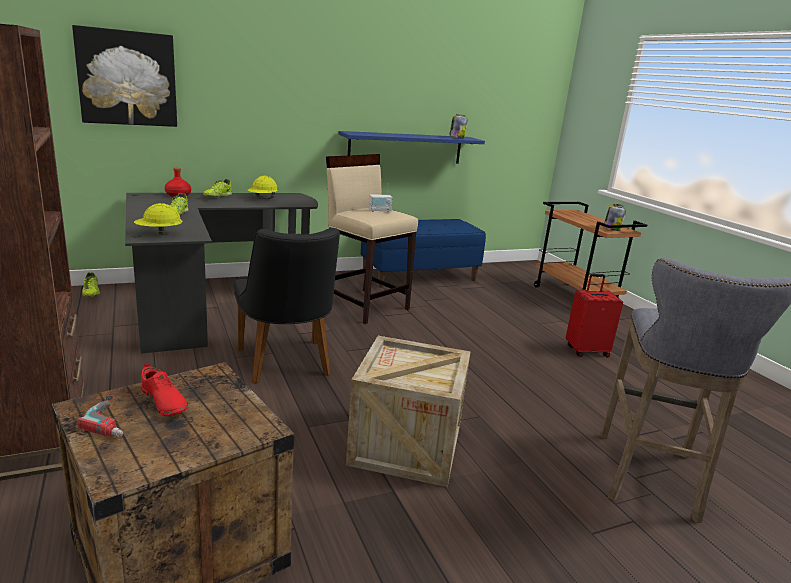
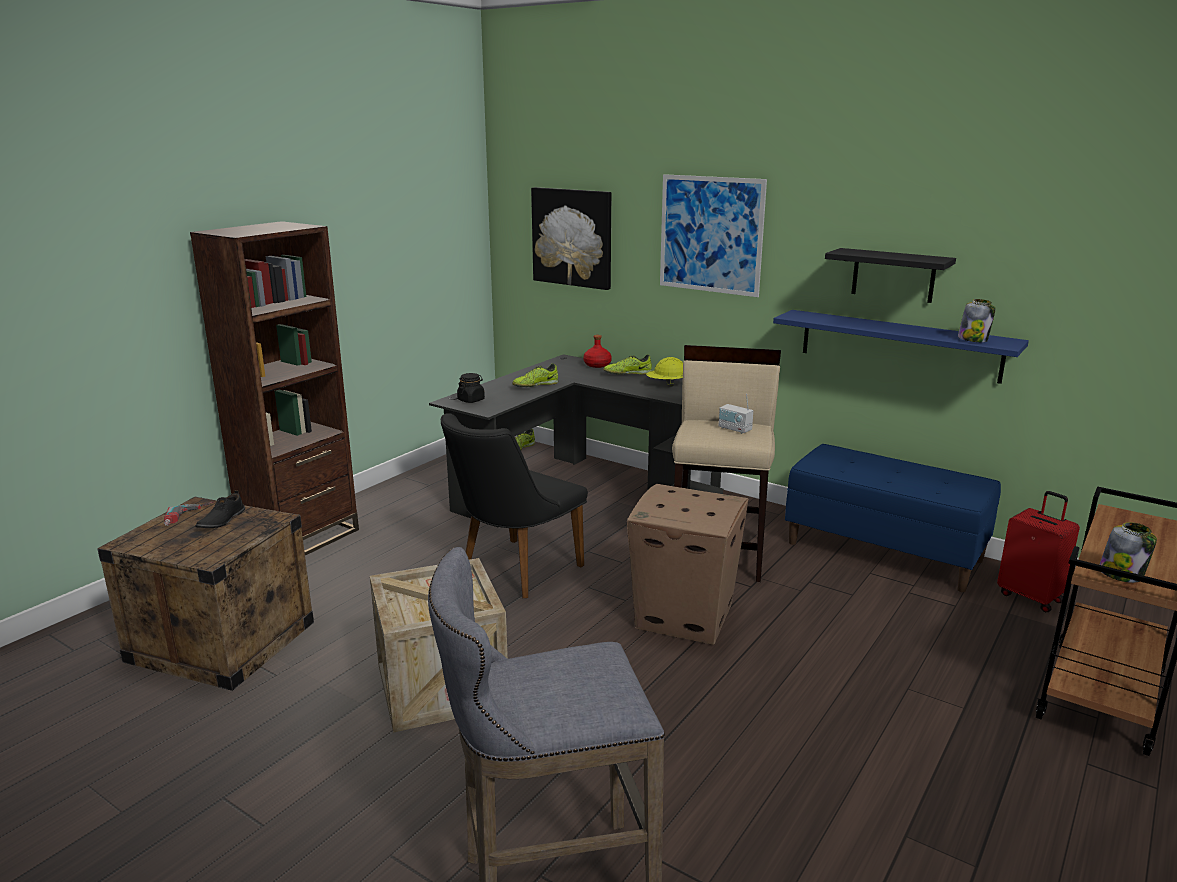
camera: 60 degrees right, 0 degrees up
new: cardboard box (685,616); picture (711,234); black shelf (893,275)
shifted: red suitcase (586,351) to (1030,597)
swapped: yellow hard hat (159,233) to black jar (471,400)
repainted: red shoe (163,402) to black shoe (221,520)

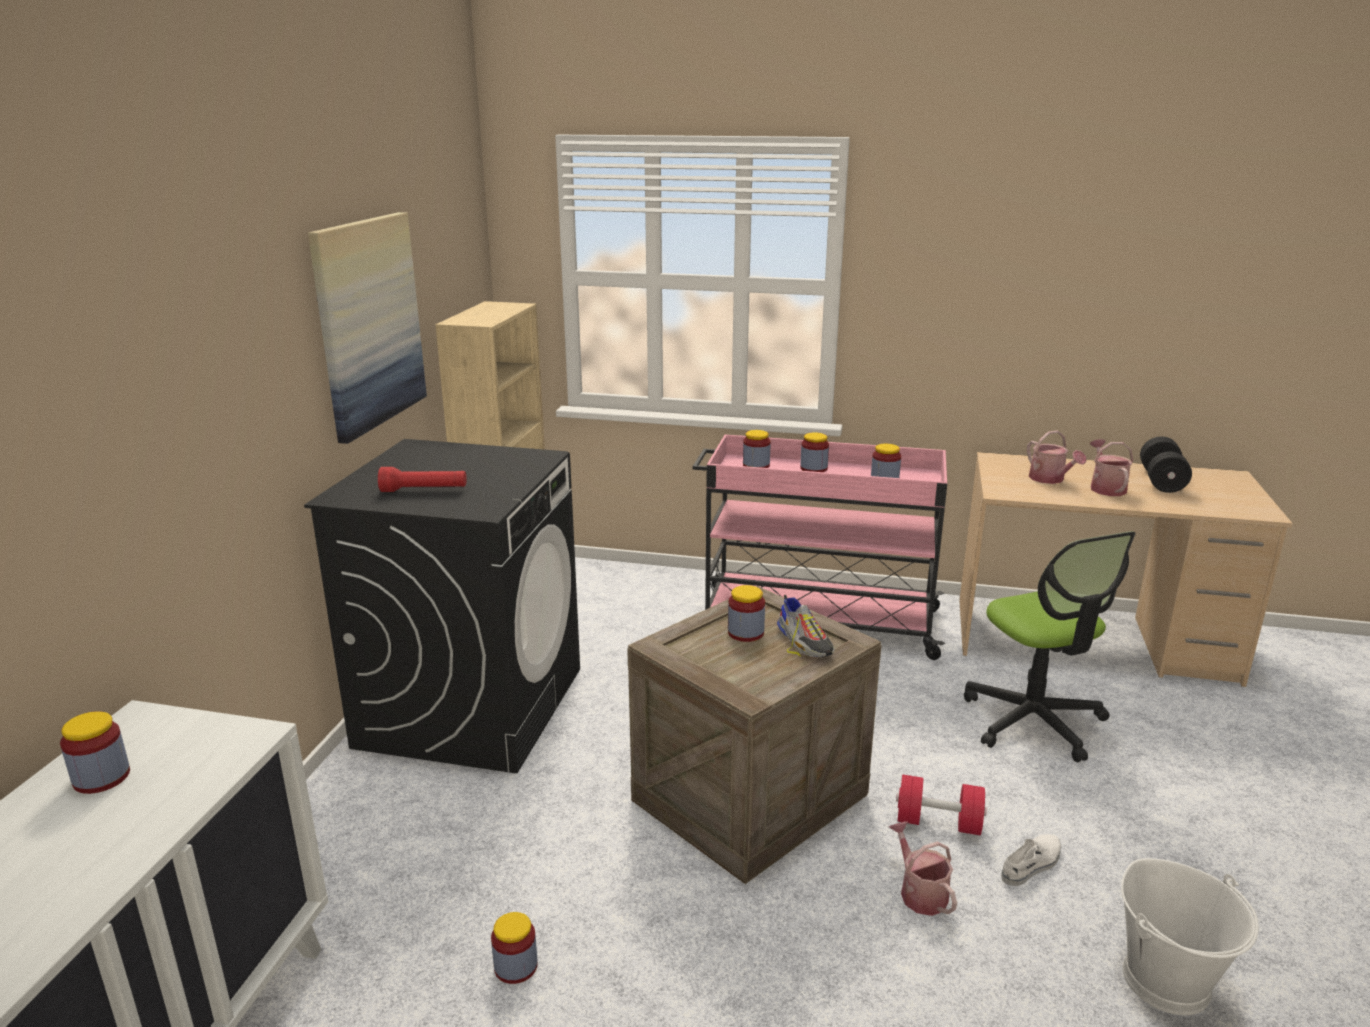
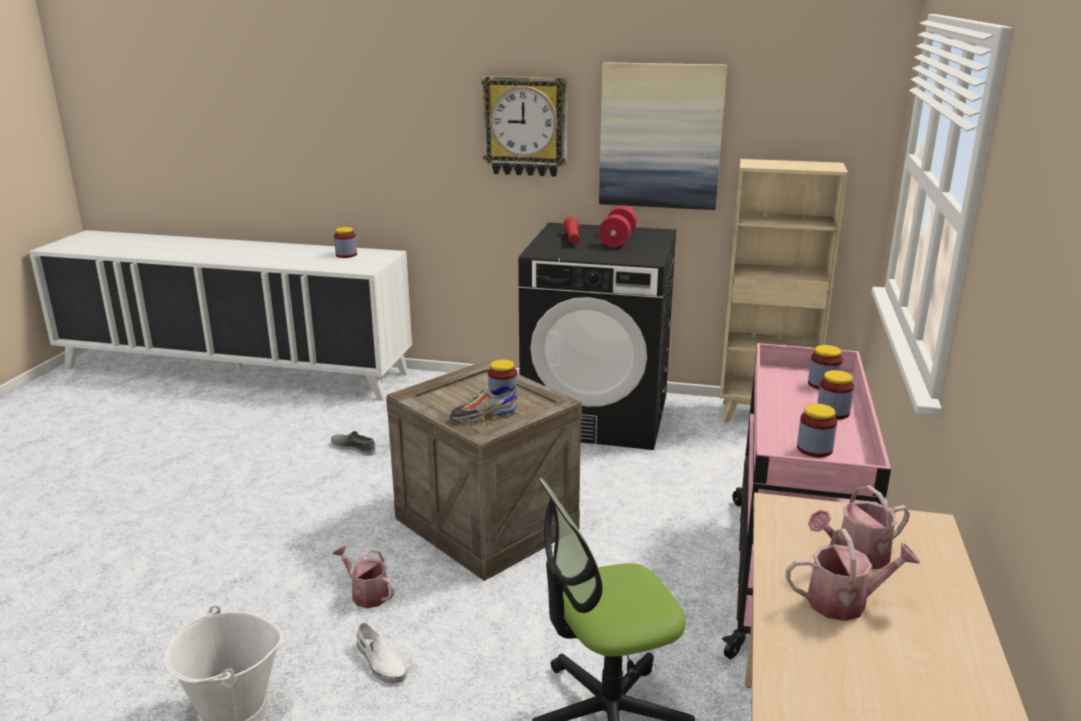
camera: 90 degrees right, 0 degrees up
gone: black dumbbell (1161,481)
new: wall clock (526,126)
shifted: red dumbbell (938,823) to (617,241)
swapped: jar (516,966) to grey shoe (353,448)
rotated: watering can (920,892) = (366,594) 120 degrees counterclockwise

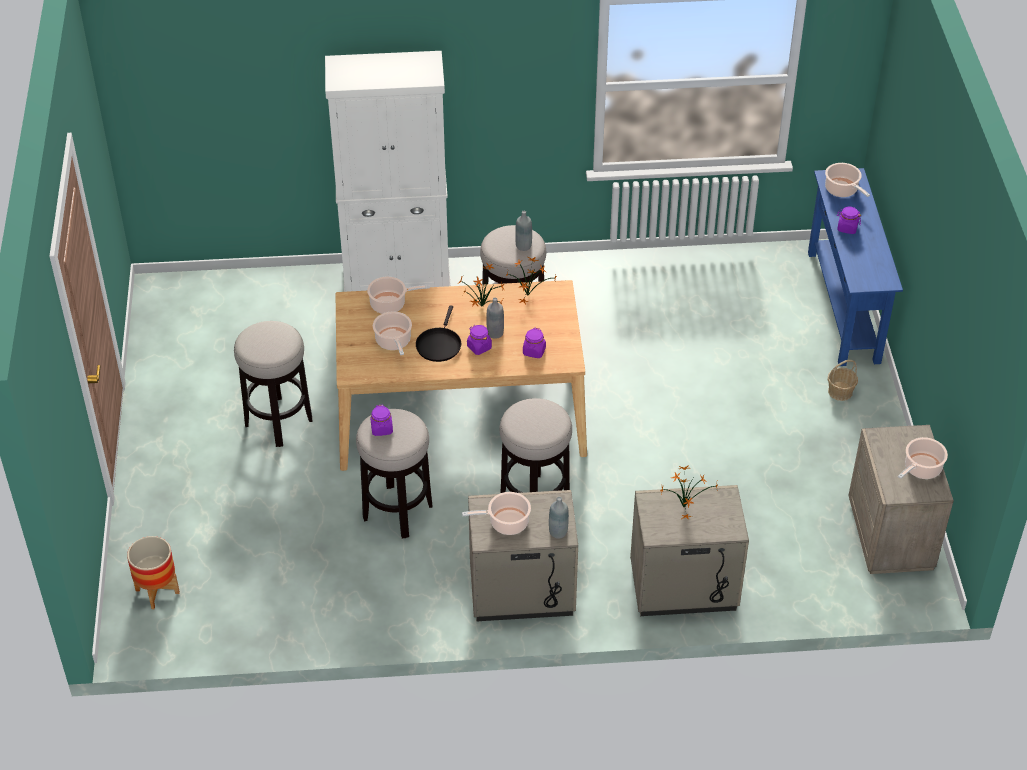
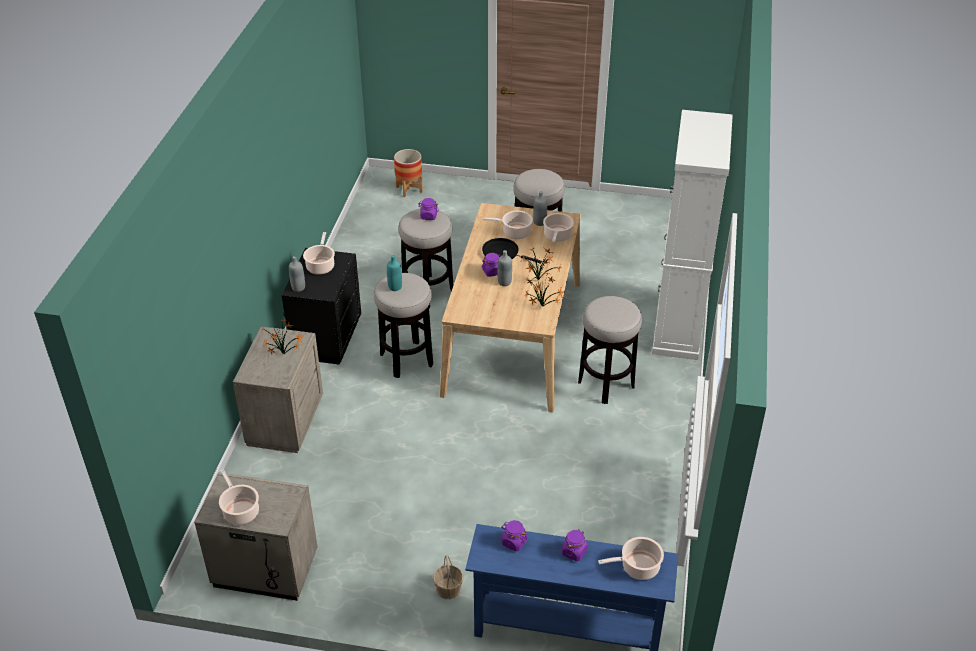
camera: 105 degrees right, 5 degrees down
new: turquoise bottle (395,287)
shifted: grey bottle (523,246) to (539,222); purple jar (534,351) to (514,542)
repainted: beige nightstand (522,592) to black nightstand (325,337)

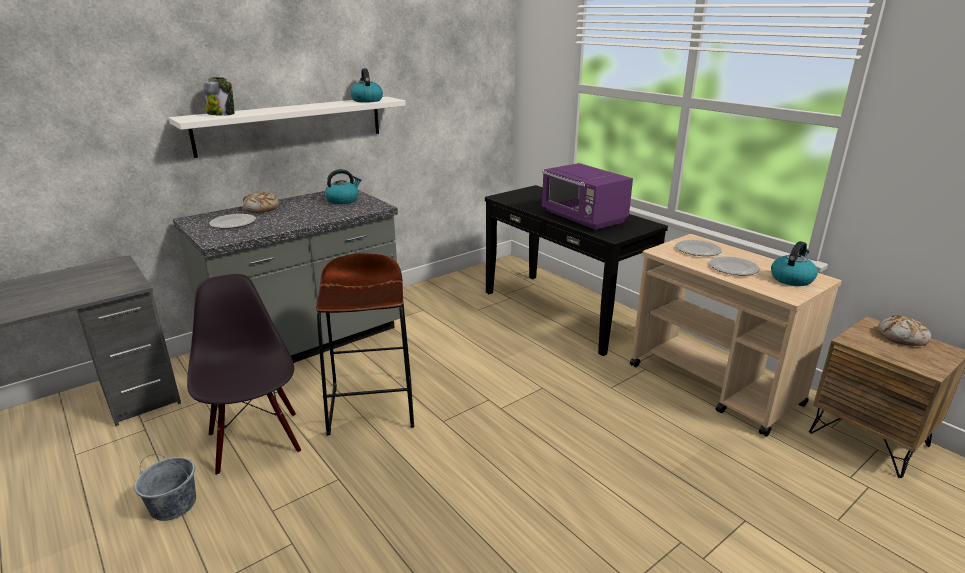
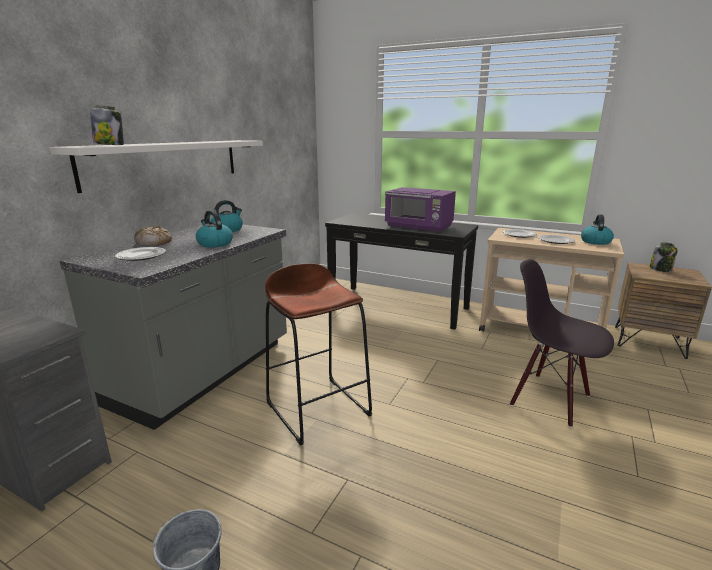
camera: 25 degrees left, 5 degrees down
shifted: black chair (256,442) to (550,399); kettle (366,100) to (214,243)
swapped: bread (902,337) to jar (660,269)

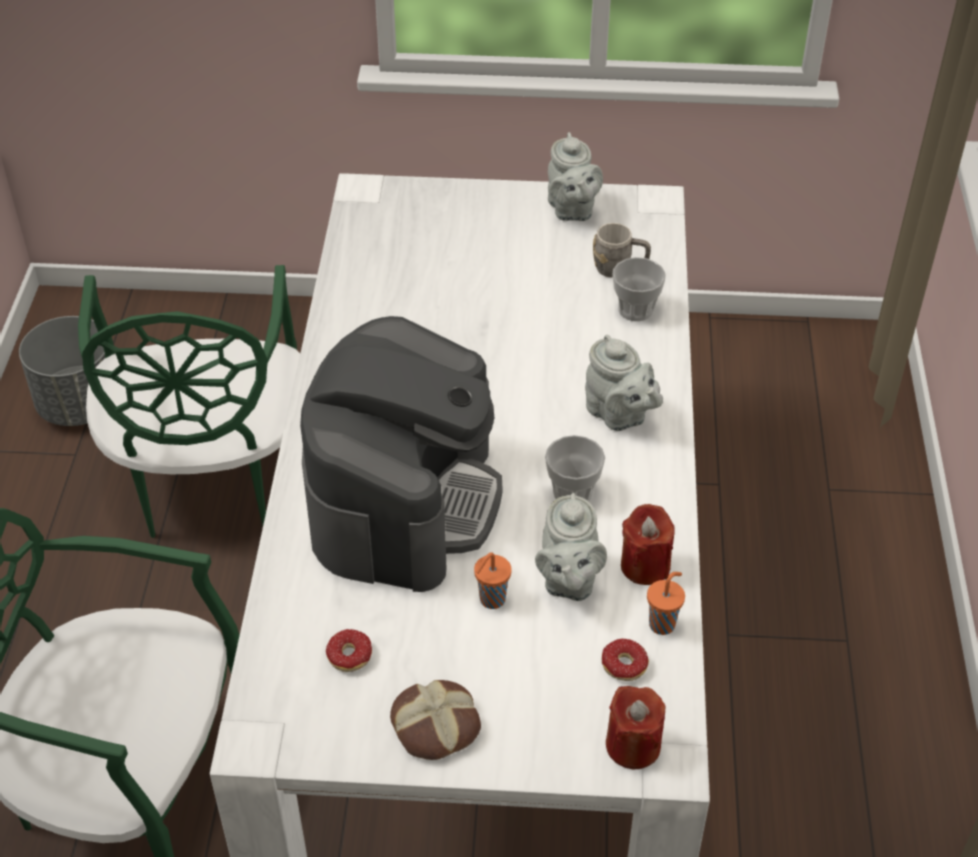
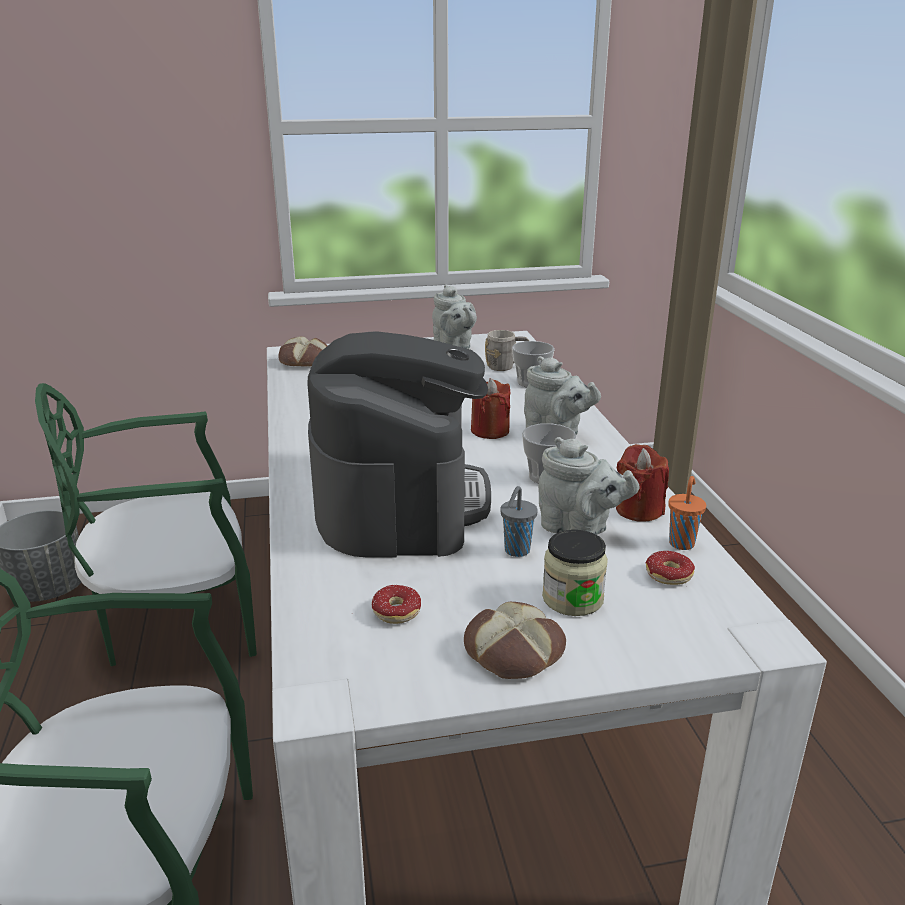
camera: 15 degrees left, 20 degrees down
new: bread (304,361); jar (572,598)
shifted: red candle (633,745) to (490,431)
repainted: orange cup (491,600) to grey cup (516,551)
rotated: green chair (211,479) = (176,621) 90 degrees clockwise; grey teapot (568,581) = (579,529) 45 degrees counterclockwise

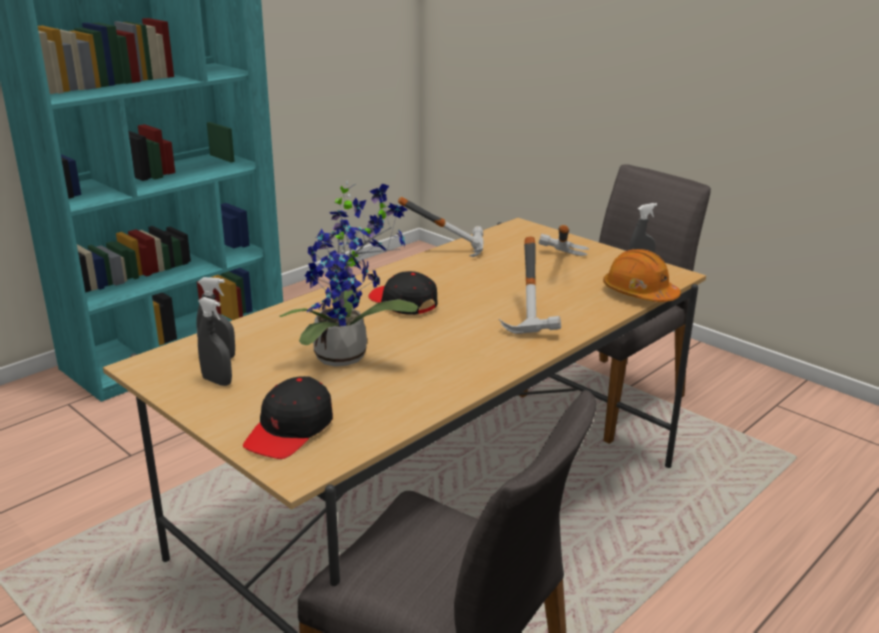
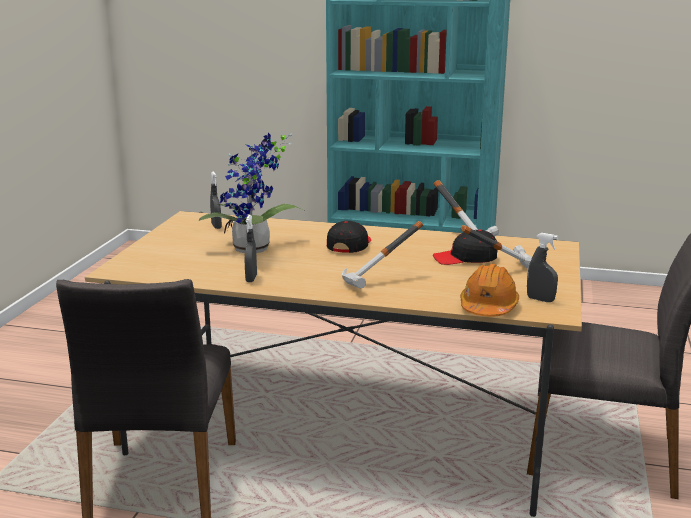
camera: 60 degrees right, 5 degrees down
shifted: grey spray bottle (217,381) to (251,278); black cap (290,430) to (465,258)

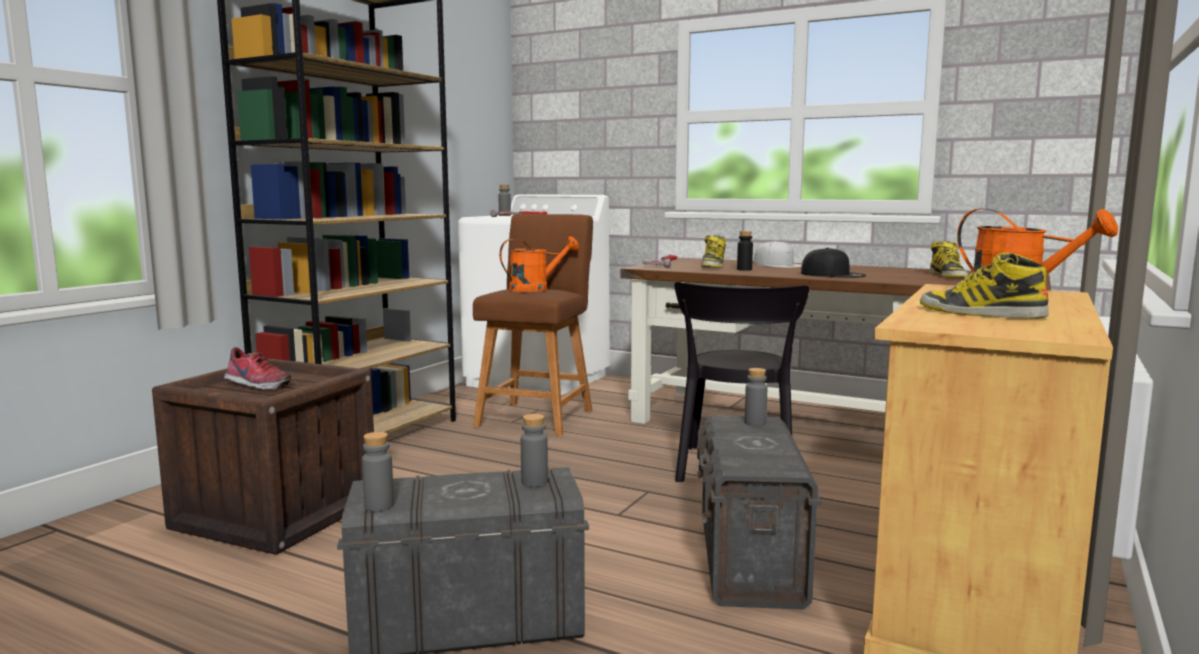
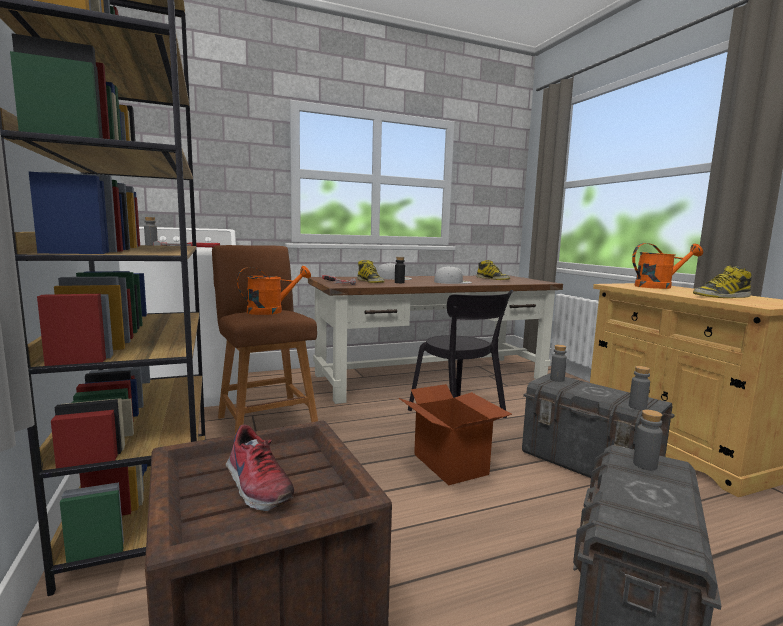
camera: 50 degrees left, 0 degrees up
new: cardboard box (451,464)
shifted: grey bottle (379,506) to (637,407)
repainted: black cap (833,274) to white cap (452,282)
rotated: shoe (256,384) = (256,486) 75 degrees clockwise; orange watering can (535,289) = (271,311) 45 degrees clockwise

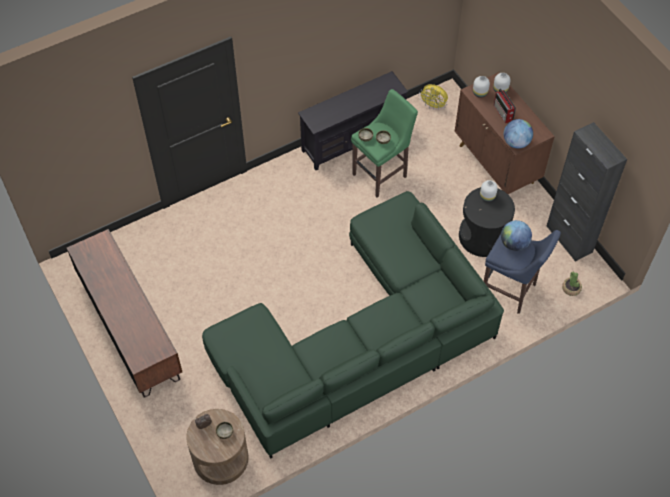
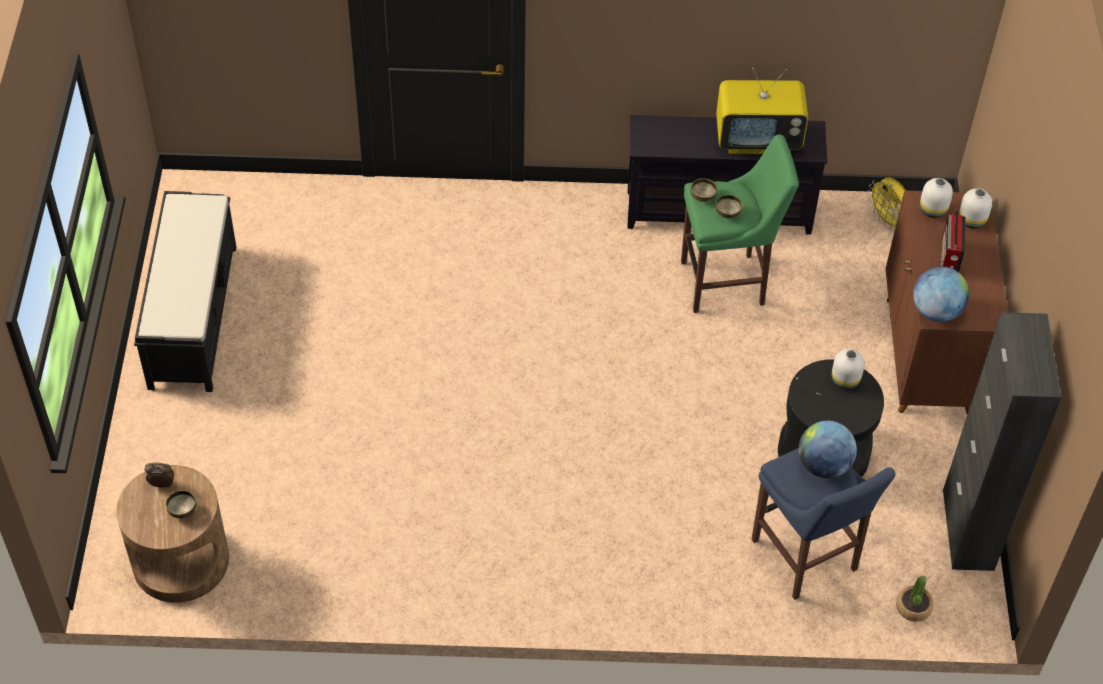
camera: 30 degrees right, 5 degrees down
gone: green sofa (359,340)
new: television (758,139)
swapped: brown tv stand (130,328) to black bench (193,315)

